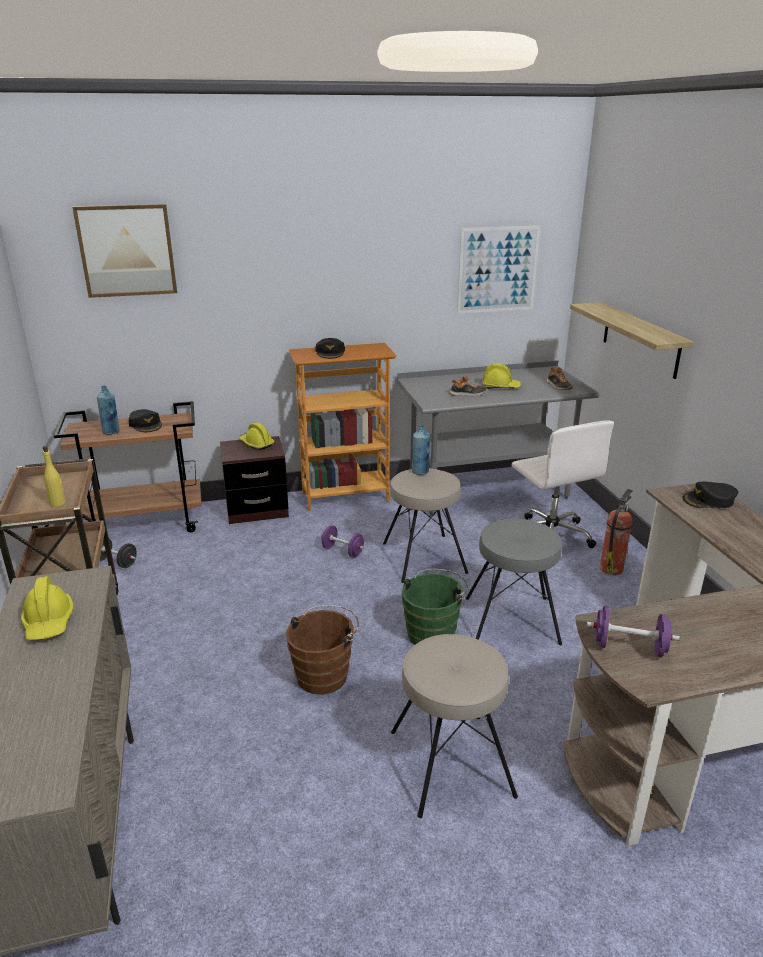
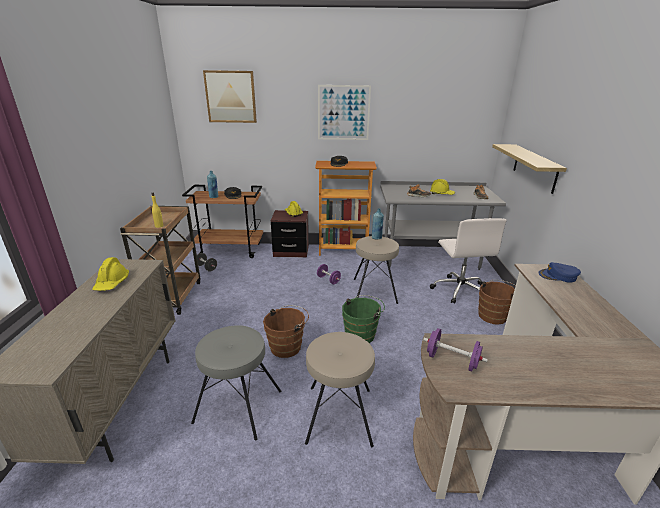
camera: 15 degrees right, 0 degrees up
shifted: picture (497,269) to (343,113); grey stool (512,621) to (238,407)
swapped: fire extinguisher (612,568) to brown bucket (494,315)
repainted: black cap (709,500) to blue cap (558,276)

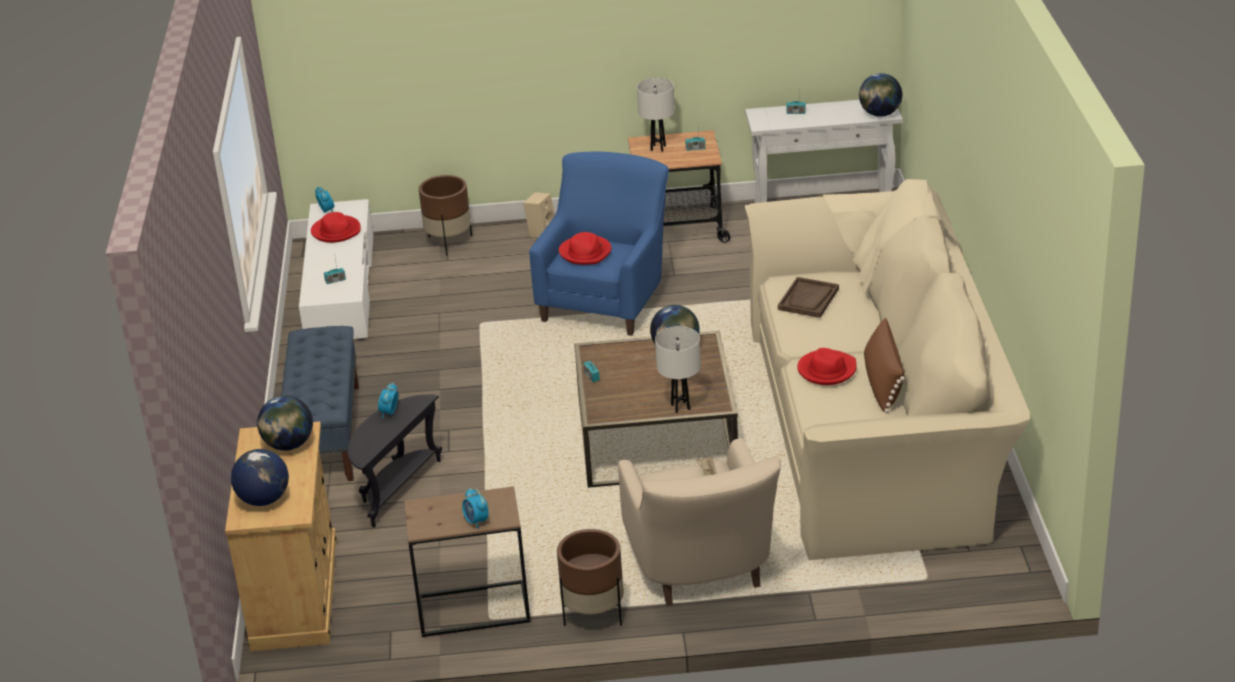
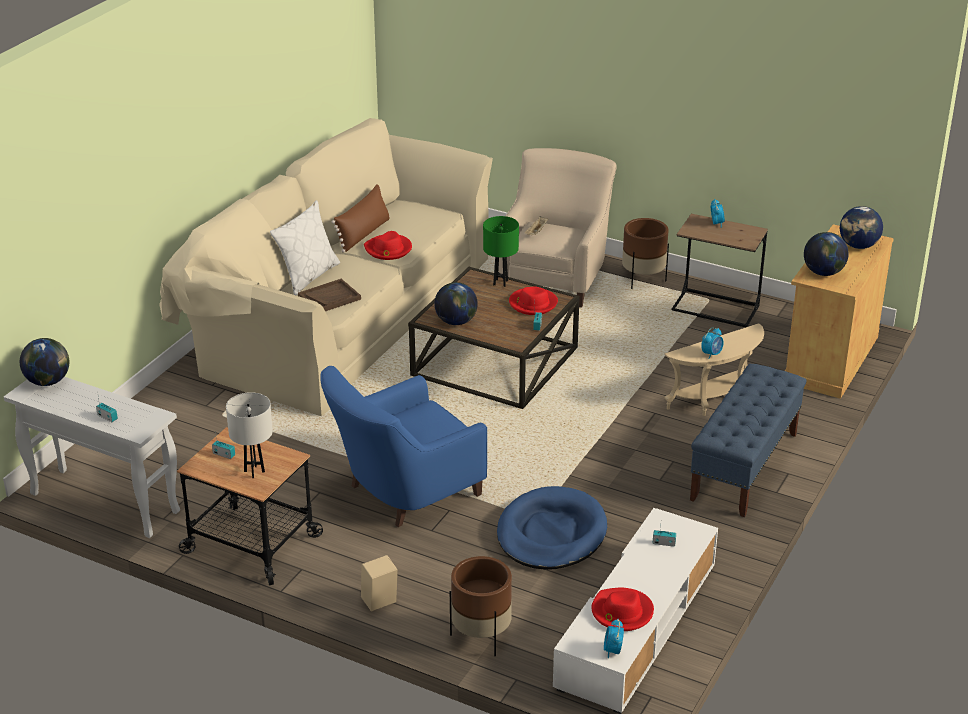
camera: 150 degrees left, 0 degrees up
new: white pillow (308,276); blue dog bed (551,533)
shifted: red hat (585,252) to (532,303)
repainted: black side table (395,489) to beige side table (716,400); white table lamp (680,407) to green table lamp (500,283)

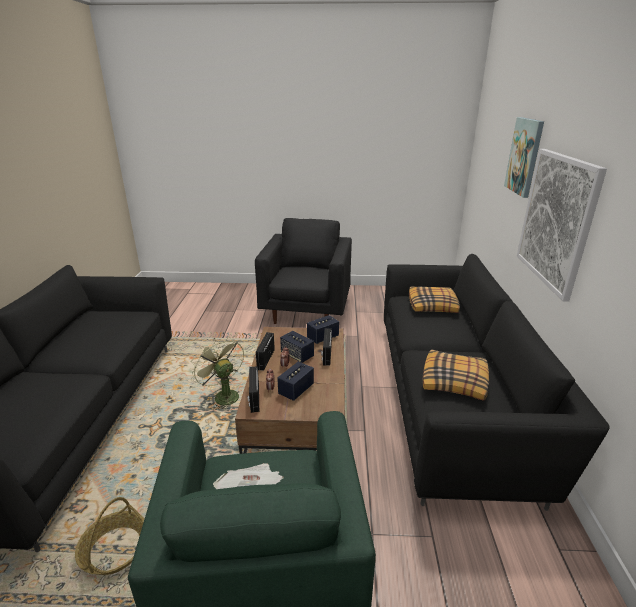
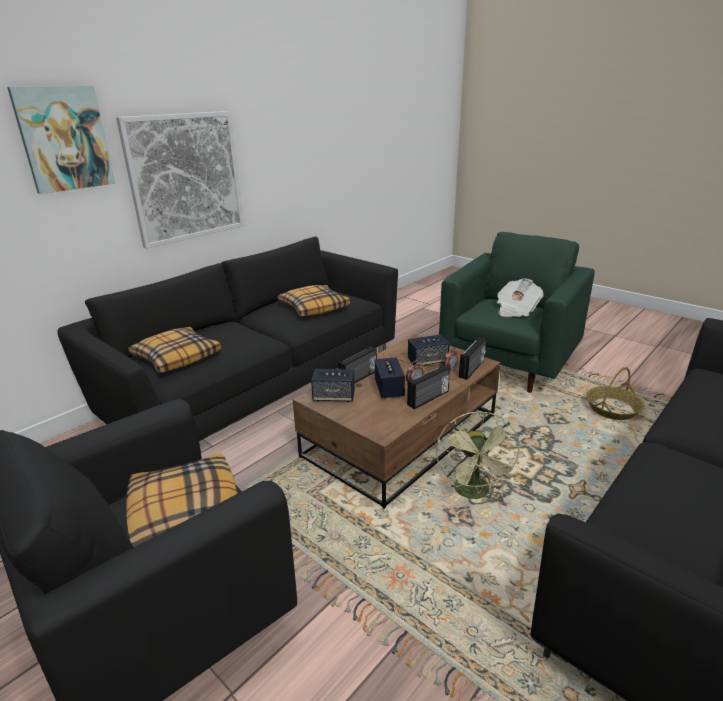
camera: 140 degrees left, 0 degrees up
new: pillow (184,512)

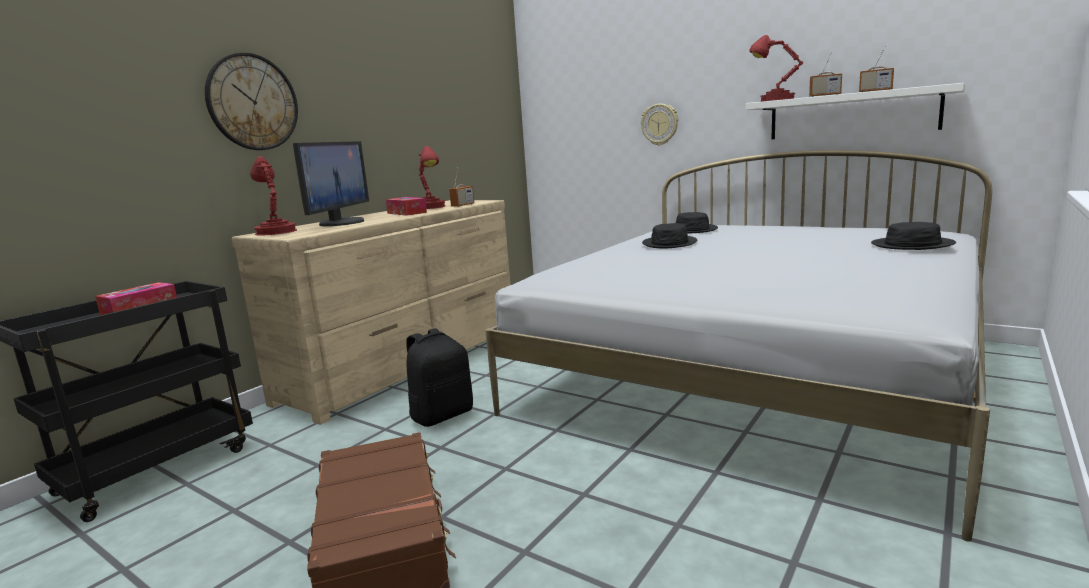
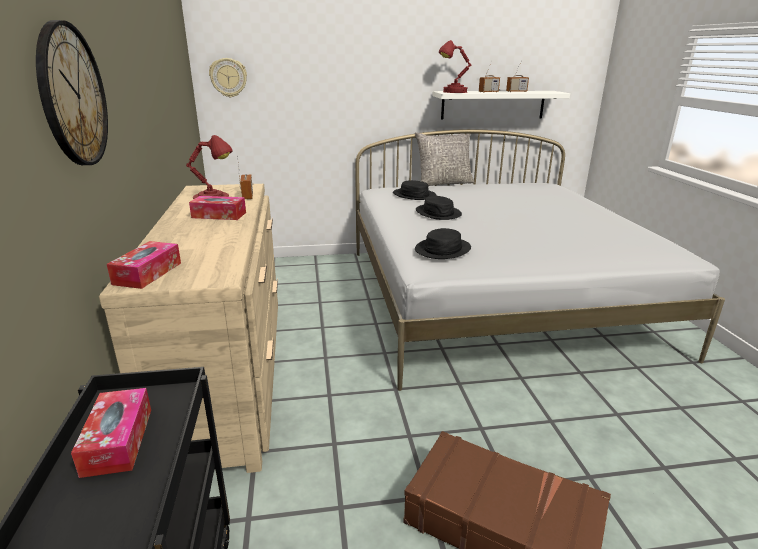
camera: 45 degrees left, 10 degrees up
gone: monitor (341,223); black backpack (442,415)
new: grey pillow (443,183)
shifted: wall clock (660,124) to (228,77); black hat (912,245) to (443,249)
swapped: red table lamp (275,232) to tissue box (148,273)

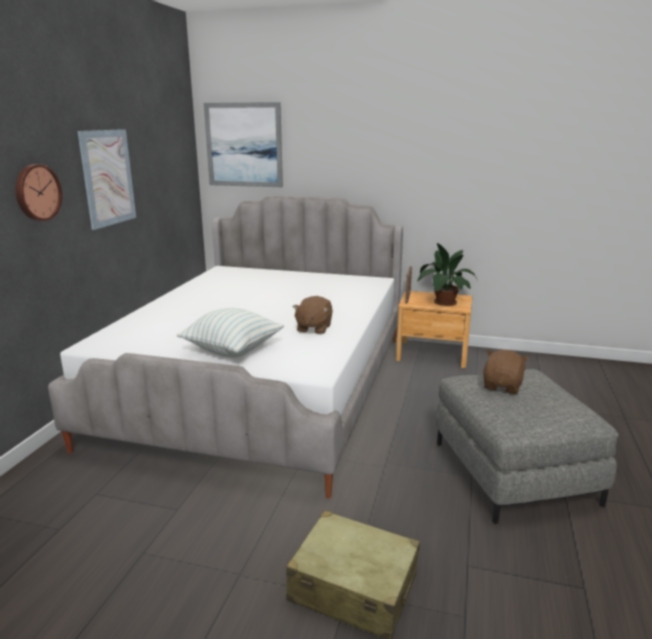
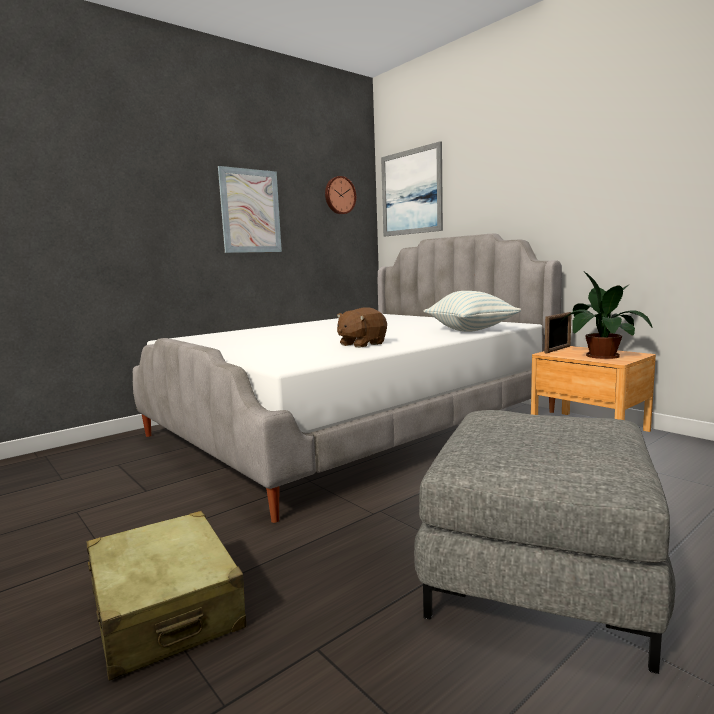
camera: 35 degrees right, 10 degrees down
gone: brown plush toy (502,386)
shifted: wall clock (36,192) to (339,195); pillow (232,350) to (470,330)

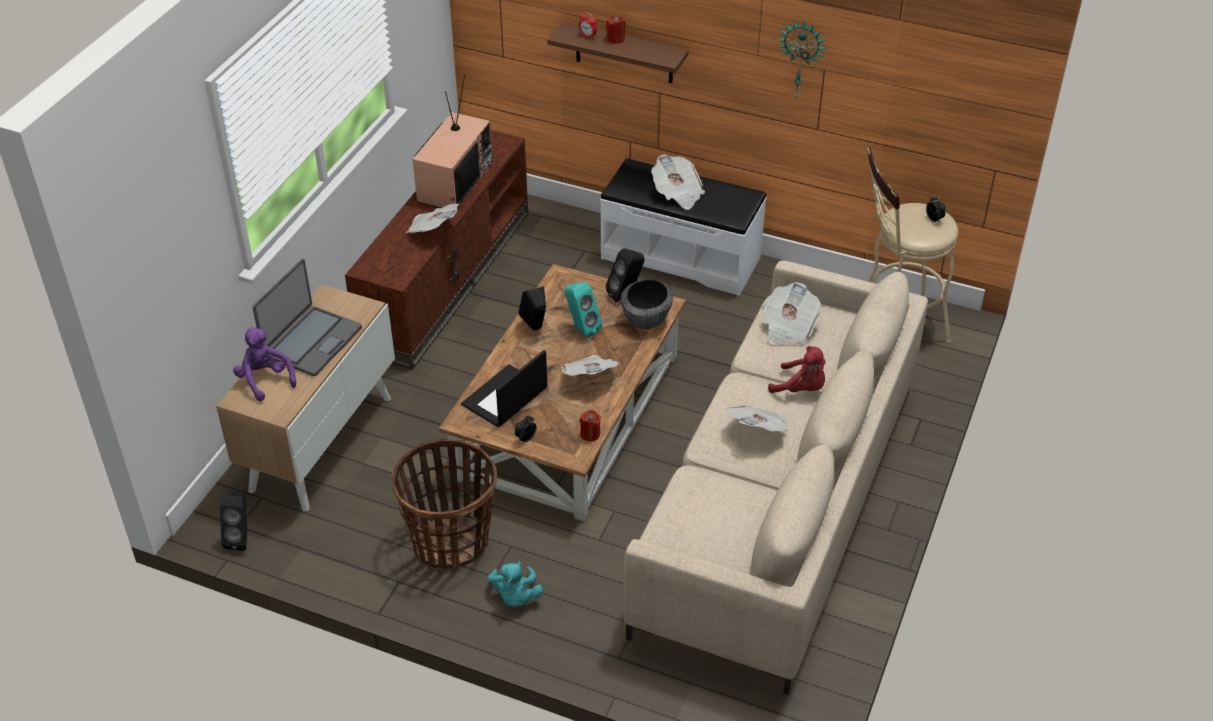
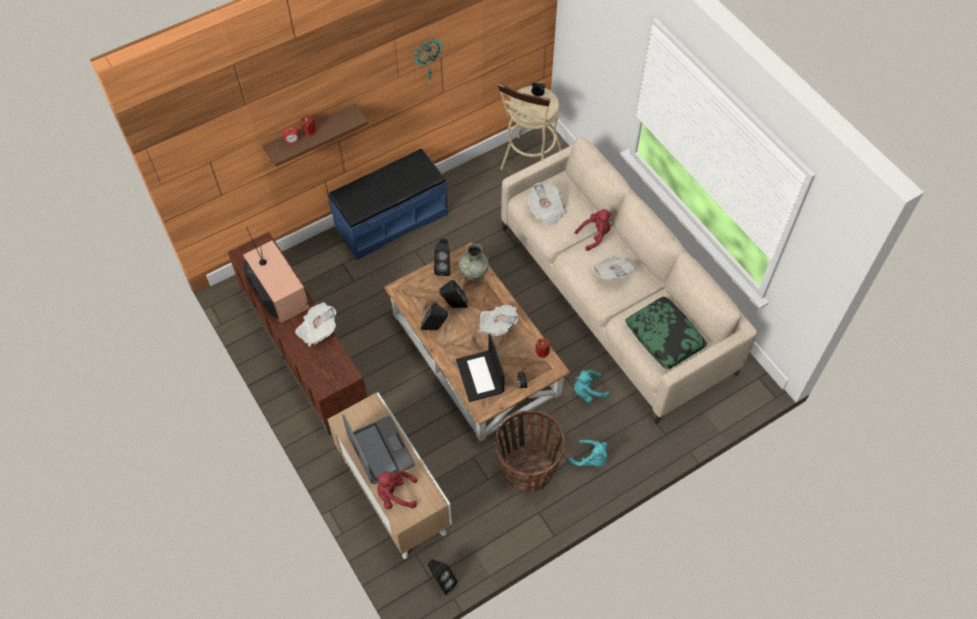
camera: 55 degrees left, 15 degrees up
gone: newspaper (677,193)
new: turquoise plush toy (588,391); pillow (664,337)
swapped: bowl (646,320) to grey vase (473,271)
repainted: purple plush toy (265,380) to red plush toy (395,495); turquoise speaker (581,329) to black speaker (454,306); white bench (681,257) to blue bench (391,221)

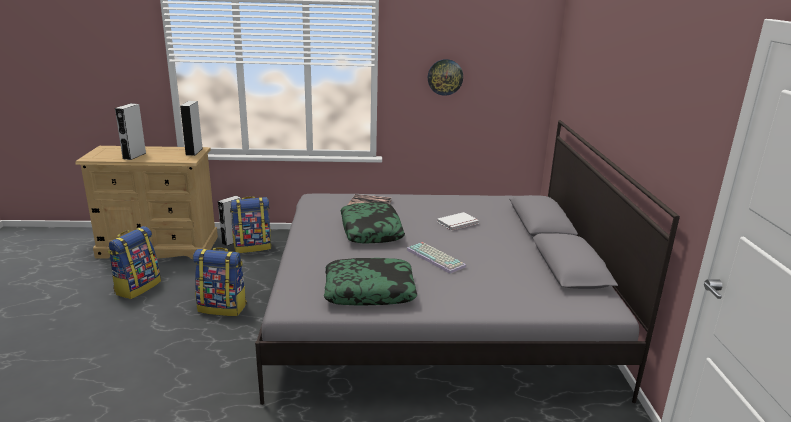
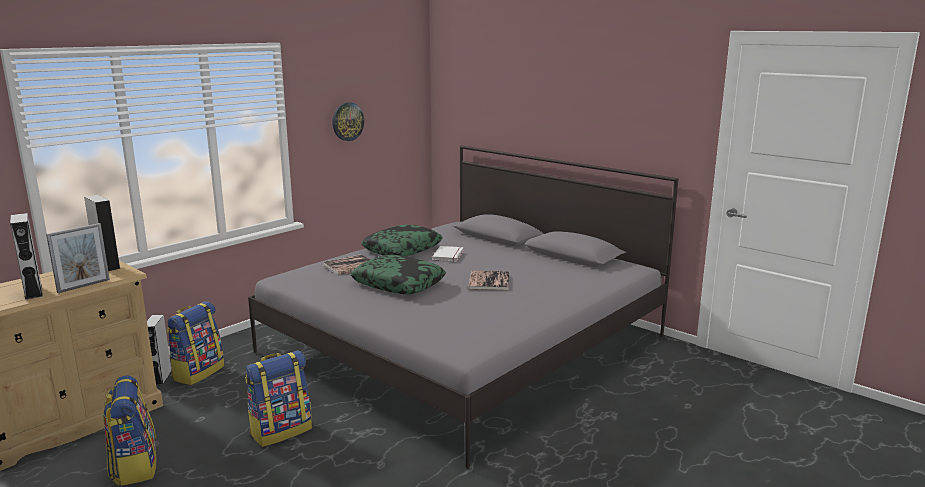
camera: 45 degrees left, 5 degrees down
new: picture frame (84,286)
shifted: pillow (369,291) to (402,249)
swapped: keyboard (437,258) to book (489,281)

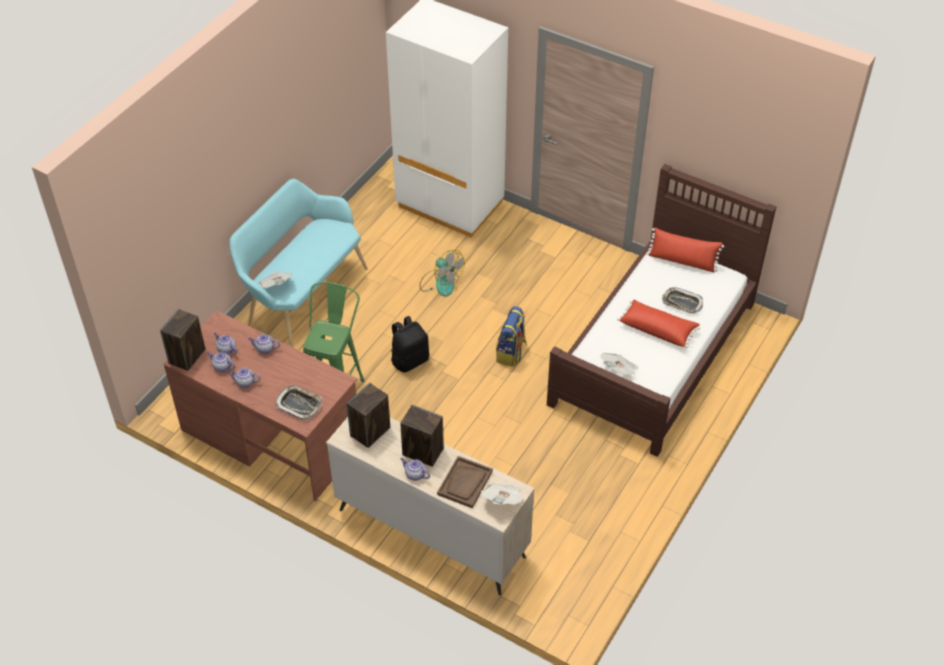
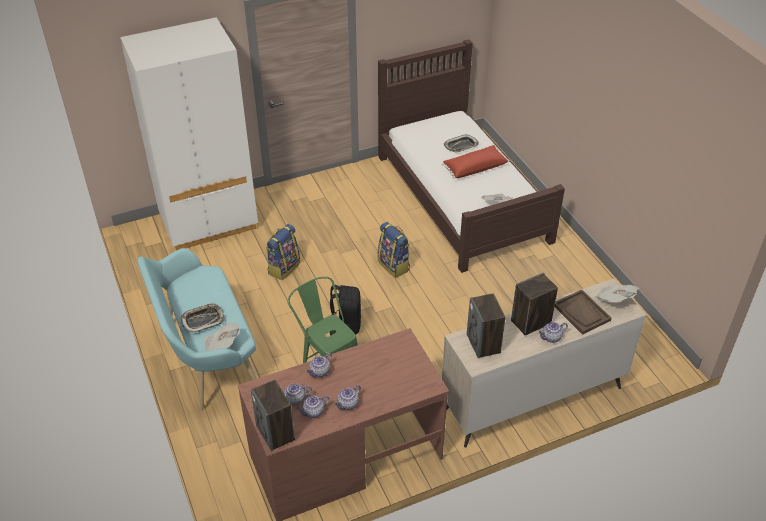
camera: 55 degrees left, 5 degrees down
gone: red pillow (682,261)
shifted: tray (299,404) to (203,320)
swapped: fan (440,282) to backpack (283,267)

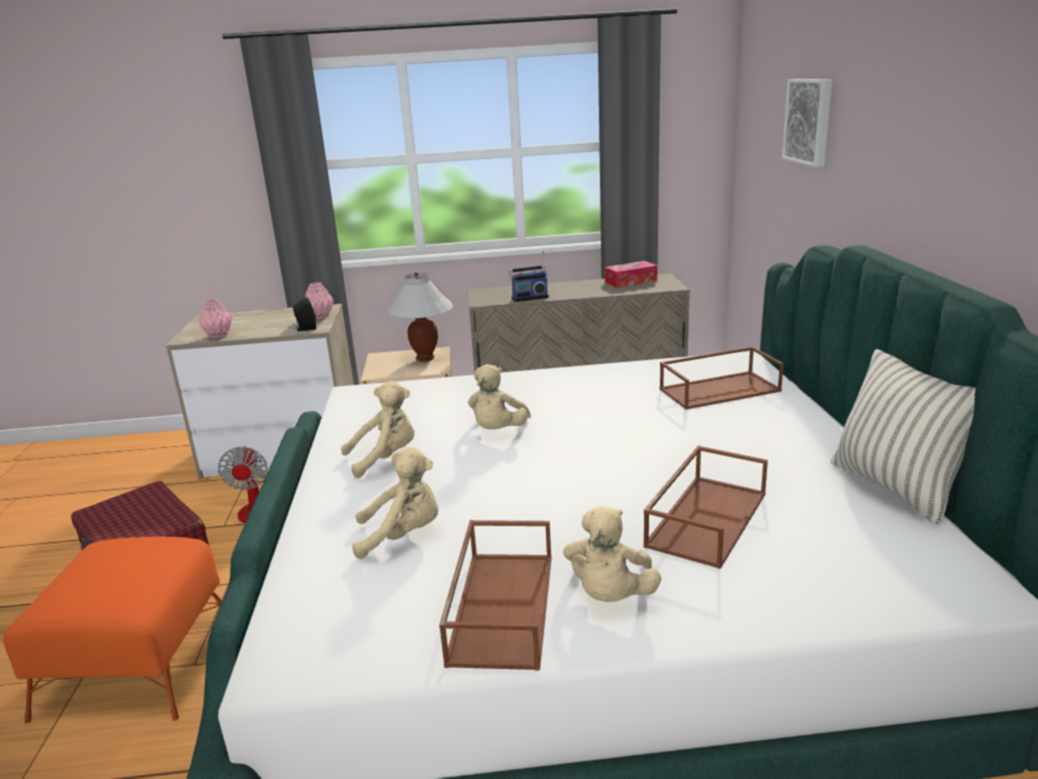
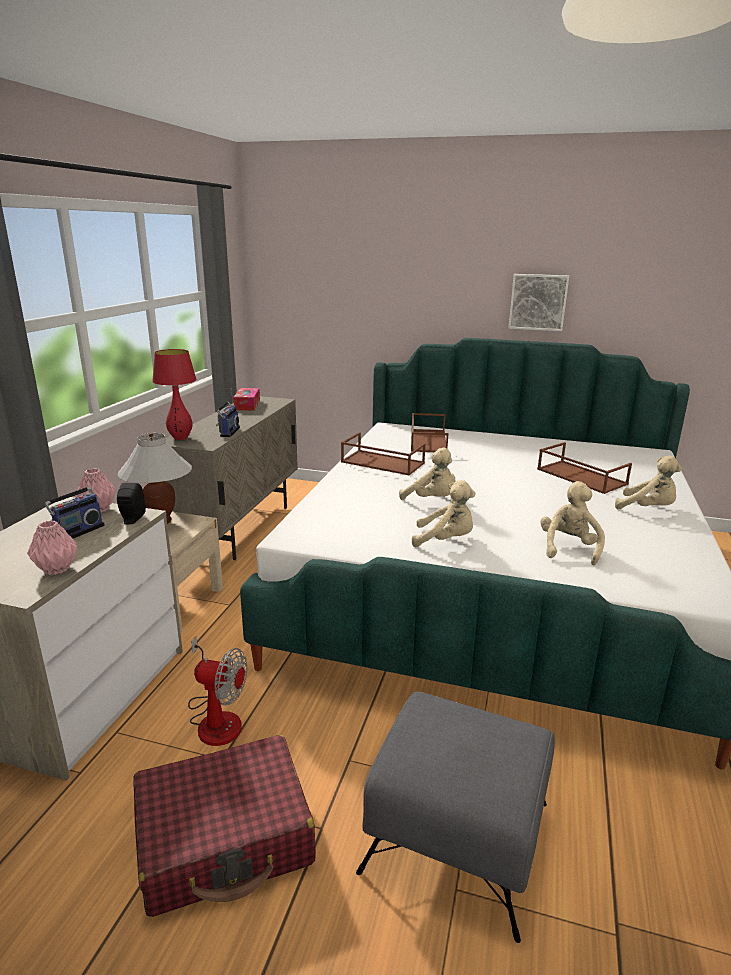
camera: 70 degrees left, 0 degrees up
gone: pillow (895,488)
new: radio (78,531); red table lamp (180,438)
shifted: brown tray (501,606) to (381,463); picture (809,121) to (538,302)
repainted: orange ottoman (139,664) to grey ottoman (455,835)
rotated: beige plush toy (385,458) = (445,540) 105 degrees clockwise

